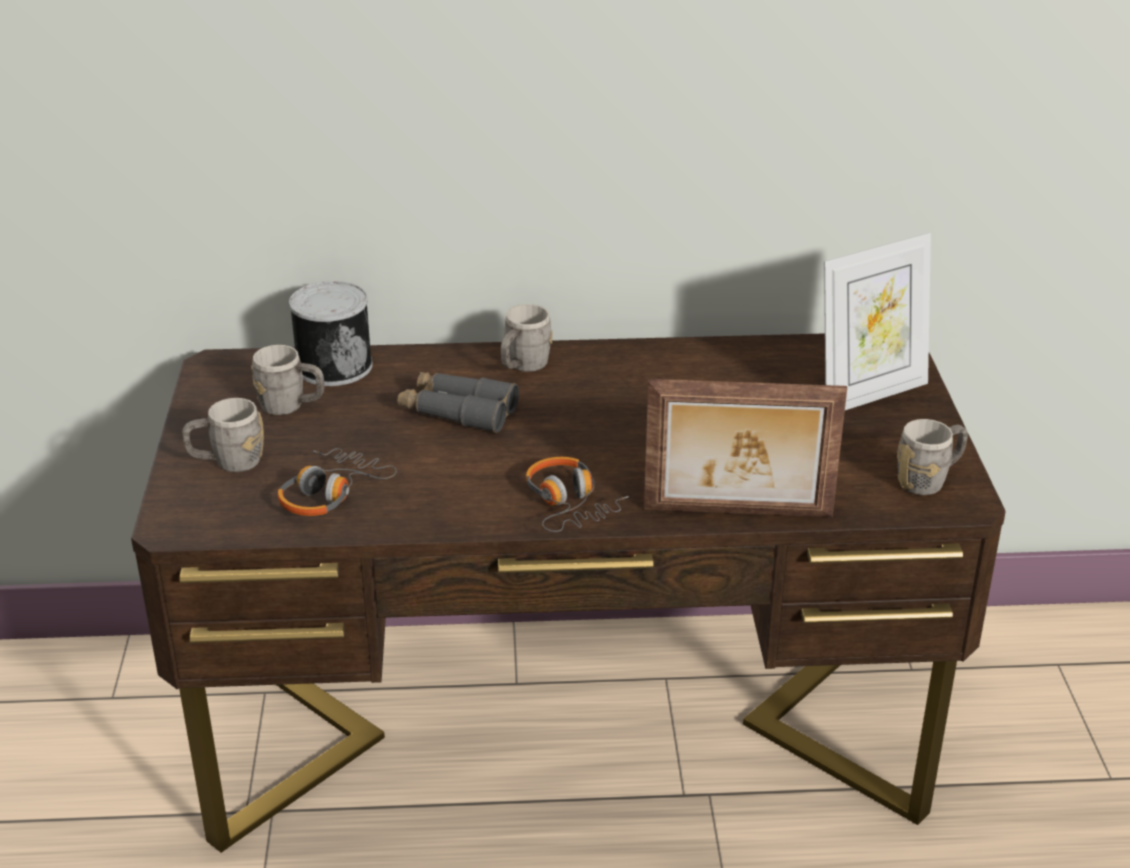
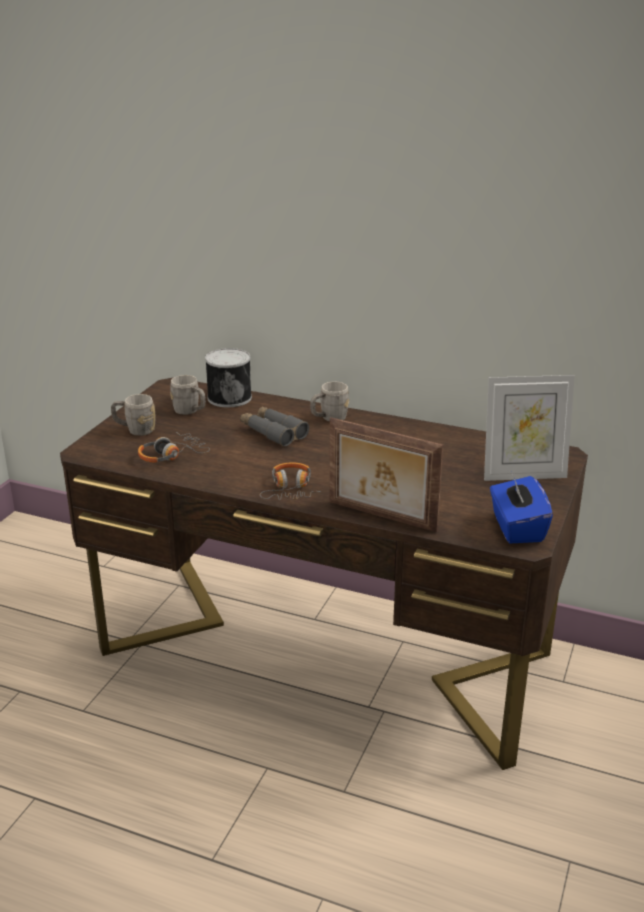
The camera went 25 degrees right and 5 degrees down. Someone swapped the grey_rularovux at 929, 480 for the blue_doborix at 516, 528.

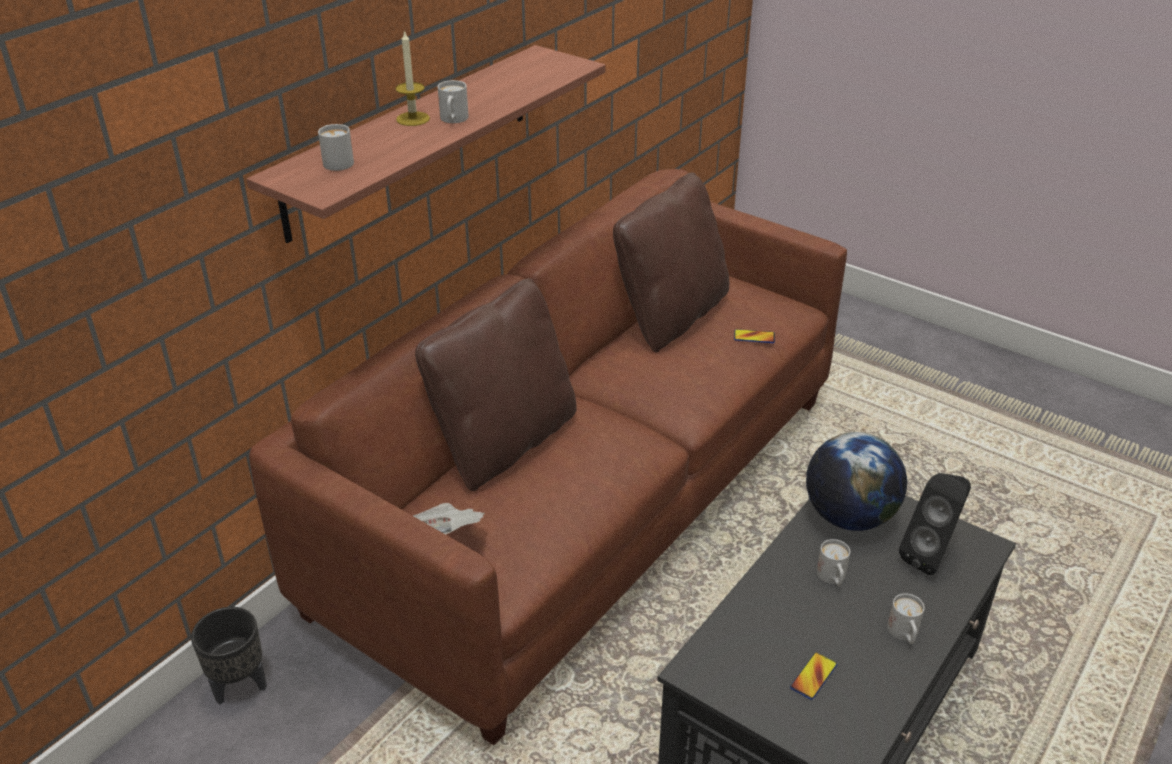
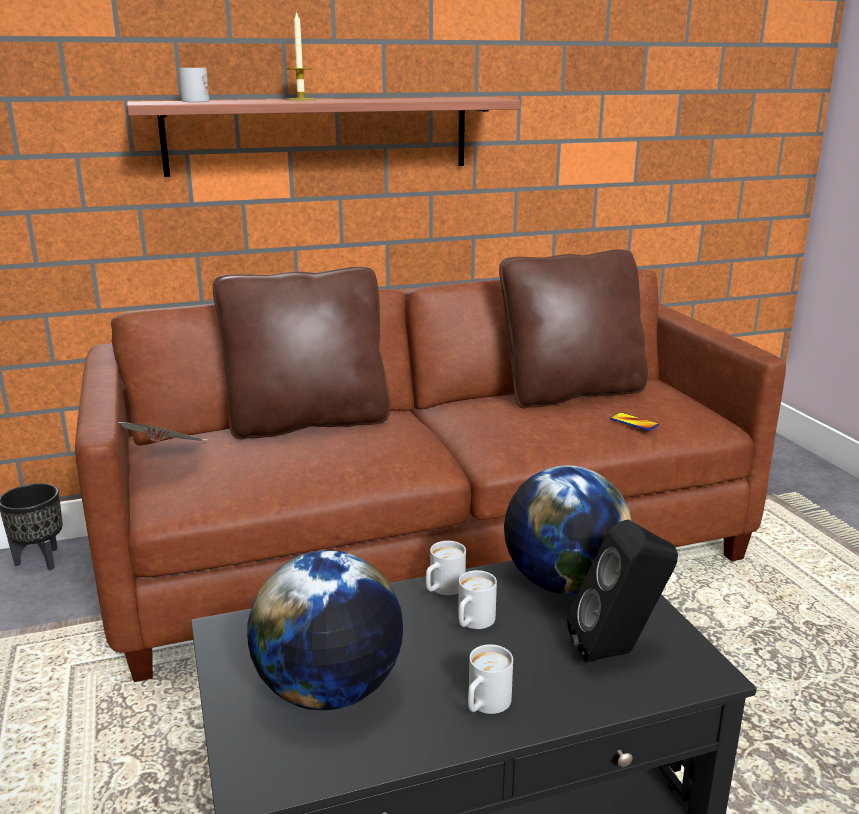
The camera went 35 degrees right and 15 degrees down. Someone carried the white_rularovux from 453, 120 to 442, 589. Someone swapped the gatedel at 813, 676 for the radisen at 329, 691.

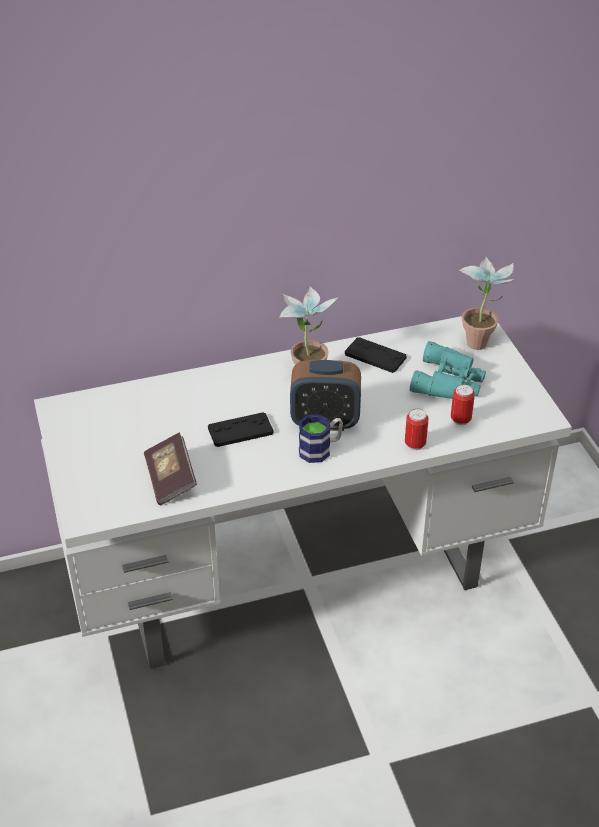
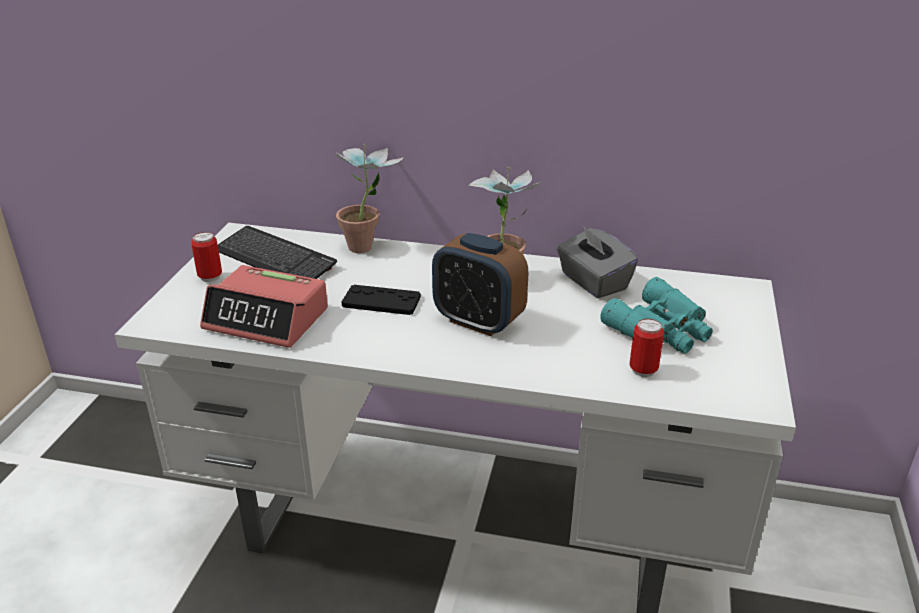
The camera went 30 degrees right and 10 degrees down. Someone swapped the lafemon at 170, 479 for the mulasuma at 267, 319. Someone took away the rularovux at 320, 449. Someone swapped the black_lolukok at 375, 356 for the grey_doborix at 593, 282. Someone carried the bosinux from 415, 444 to 210, 277. Someone carried the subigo from 481, 339 to 369, 246. Someone put down the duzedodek at 274, 259.

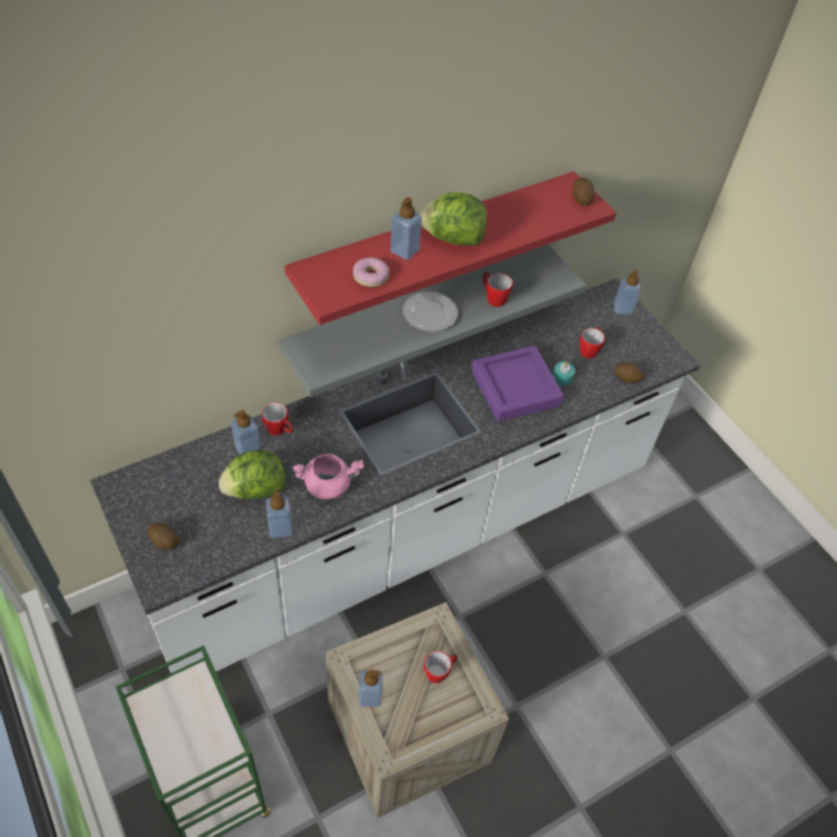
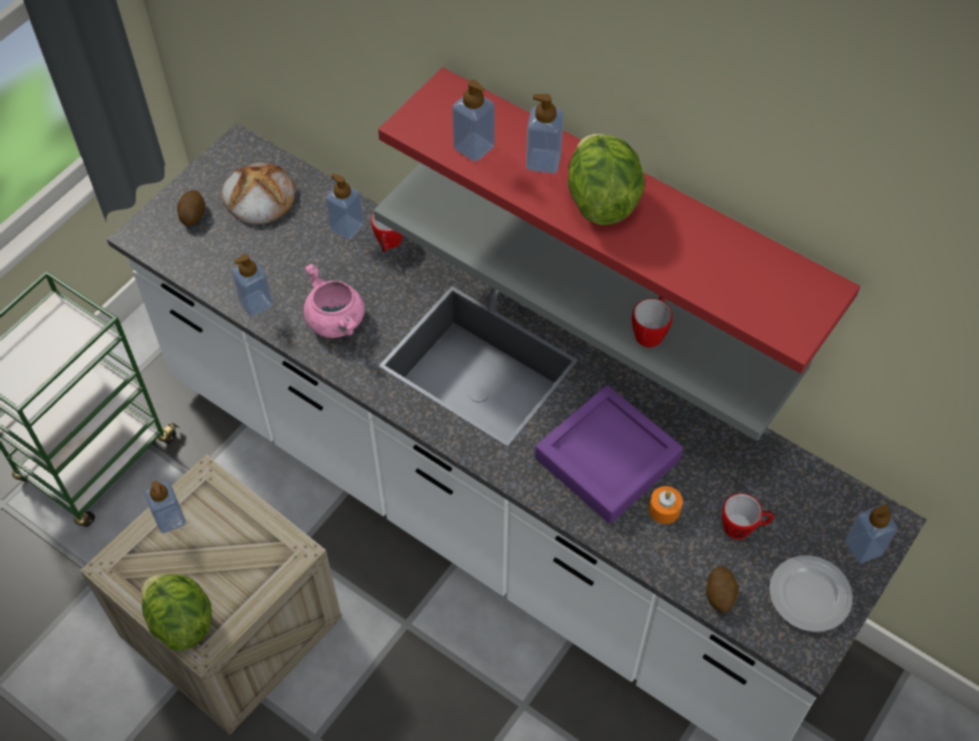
The camera went 70 degrees right and 5 degrees up. Someone carried the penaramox from 255, 489 to 180, 621. Someone swapped the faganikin at 370, 277 for the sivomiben at 474, 147. Someone carried the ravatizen from 430, 314 to 810, 595. Someone took away the rularovux at 439, 672. Someone repainted the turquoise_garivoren at 562, 378, which became the orange_garivoren at 664, 509. Someone took away the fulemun at 581, 198. Someone put down the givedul at 258, 197.

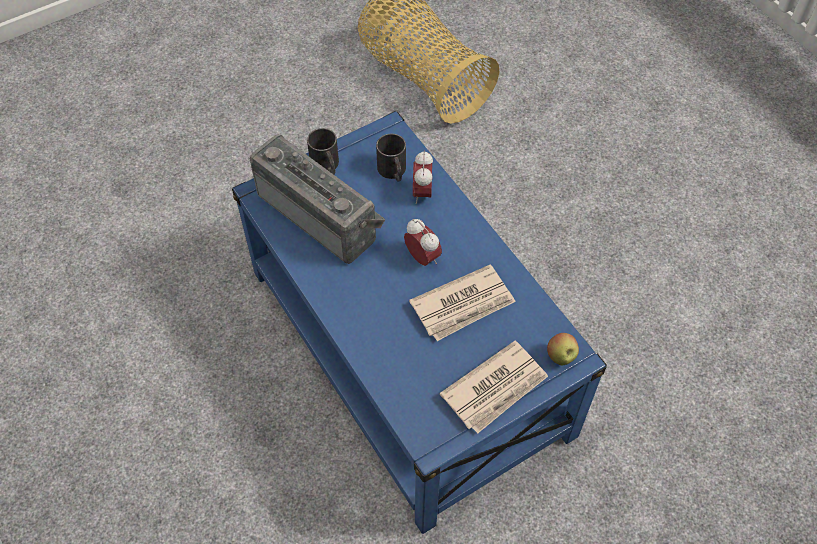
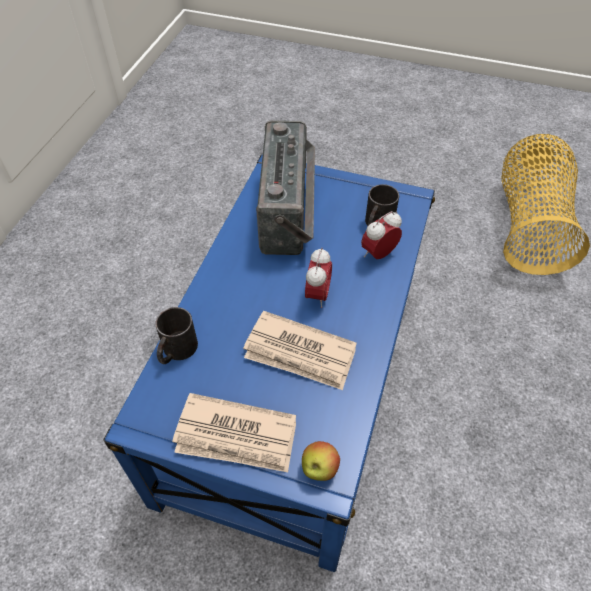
The camera went 50 degrees right and 5 degrees down. Someone carried the black_rularovux from 326, 166 to 176, 351.

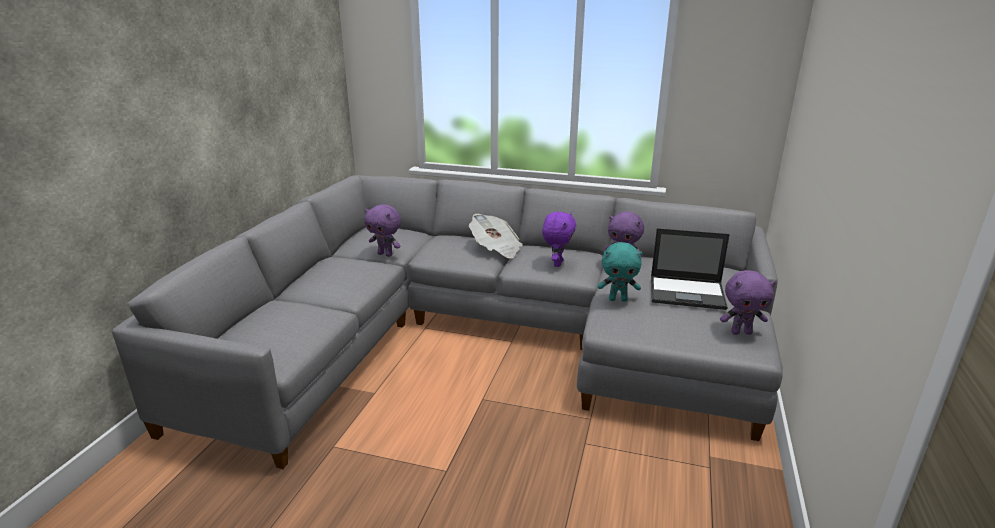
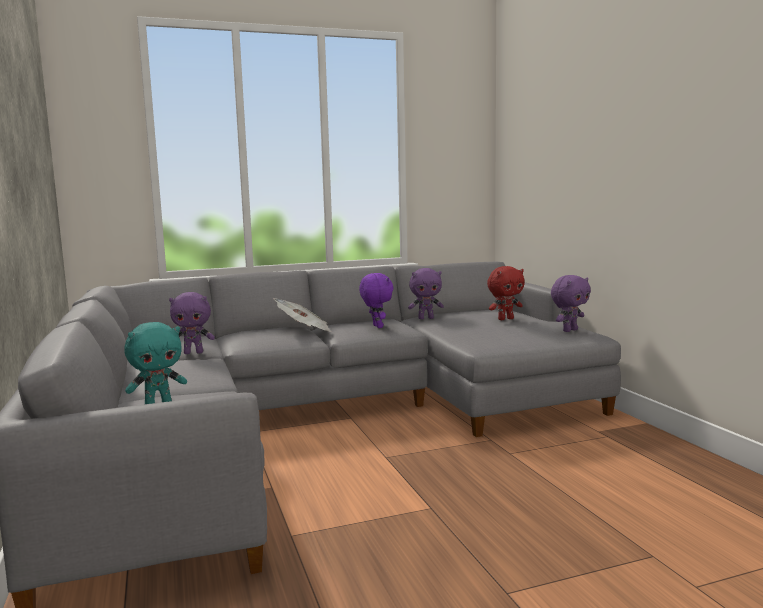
The camera went 35 degrees left and 15 degrees down. Someone carried the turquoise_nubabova from 618, 299 to 158, 404. Someone swapped the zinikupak at 688, 293 for the red_nubabova at 505, 319.

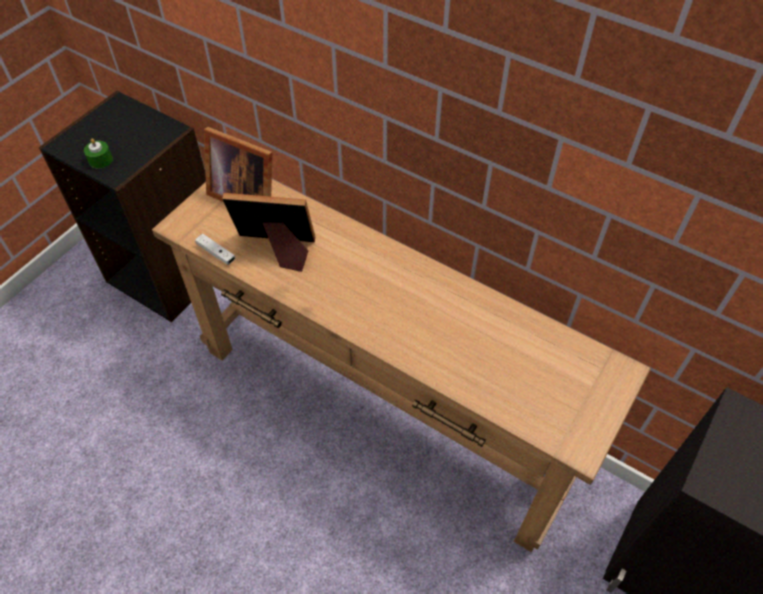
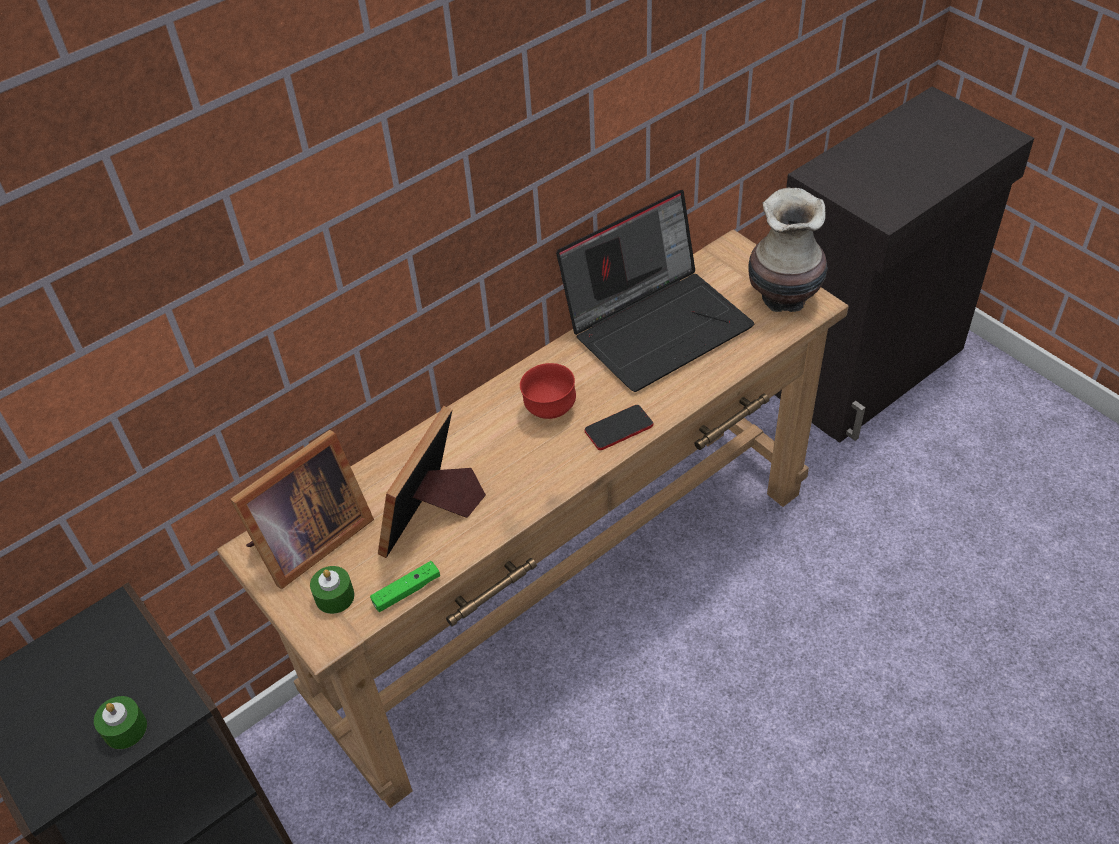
The camera went 70 degrees left and 5 degrees down. Someone repainted the white_lolukok at 216, 253, which became the green_lolukok at 406, 591. Someone put down the green_garivoren at 334, 596. Someone put down the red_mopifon at 549, 410. Someone put down the zinikupak at 657, 324. Someone put down the gatedel at 619, 428. Someone put down the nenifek at 785, 298.

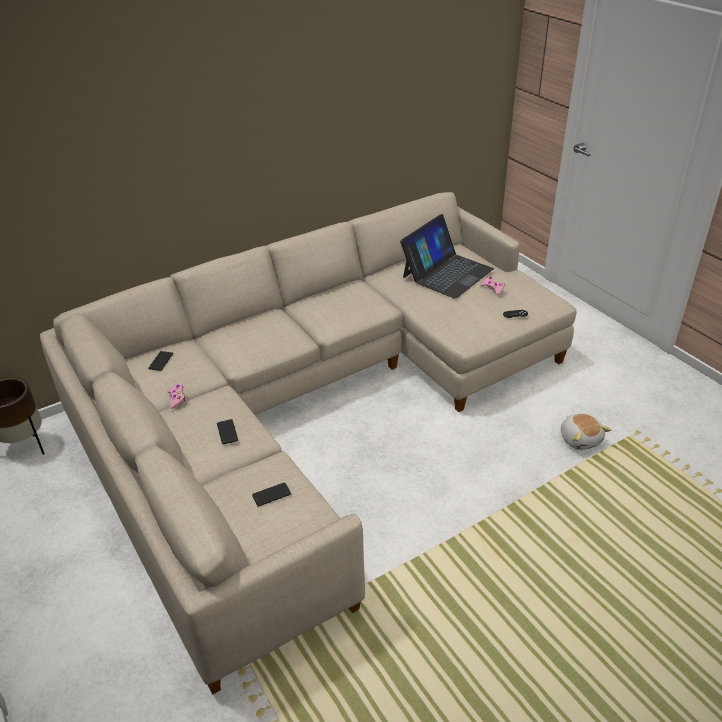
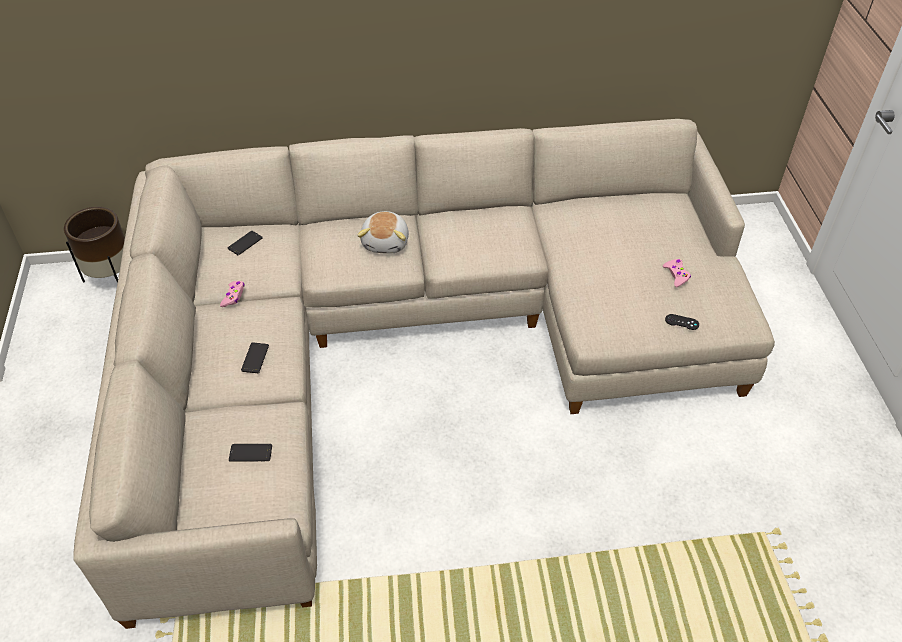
The camera went 25 degrees right and 10 degrees up. Someone took away the zinikupak at 447, 273. Someone carried the nubabova from 580, 439 to 386, 242.

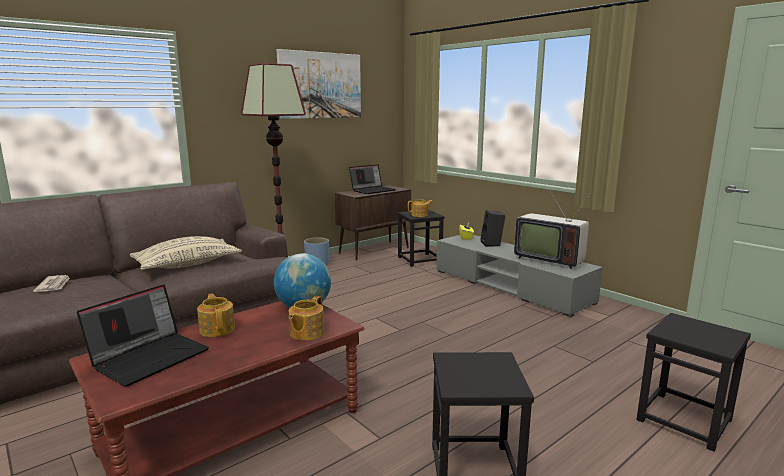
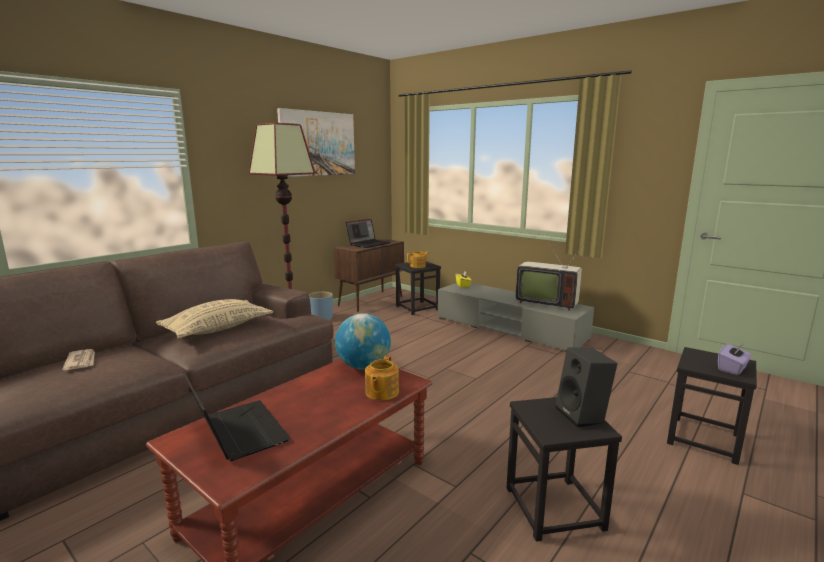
The camera went 10 degrees left and 0 degrees up. Someone rotated the zinikupak at 150, 357 by 60 degrees counterclockwise. Someone took away the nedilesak at 217, 329. Someone carried the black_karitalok from 492, 244 to 583, 416. Someone put down the purple_doborix at 732, 369.

